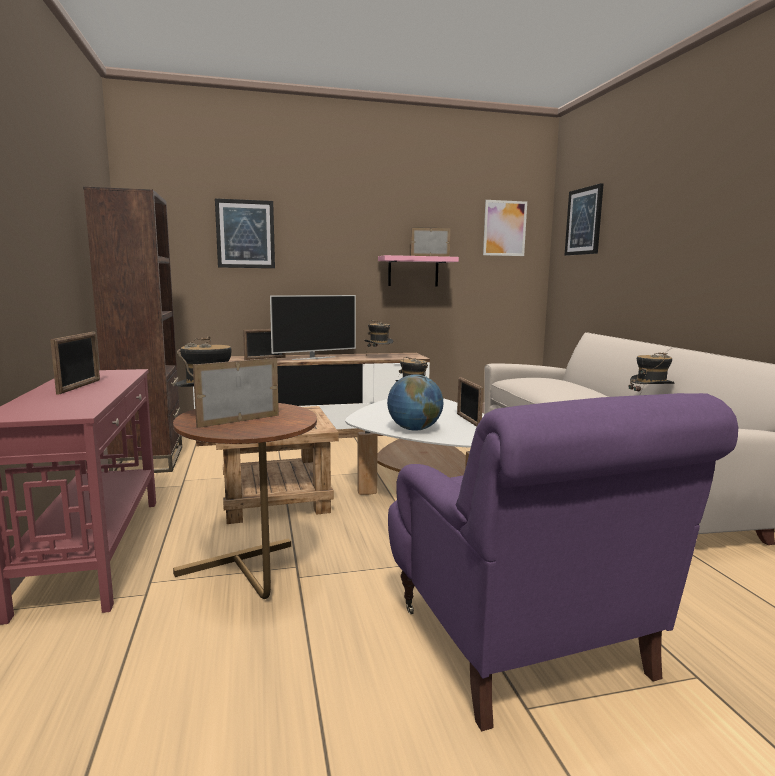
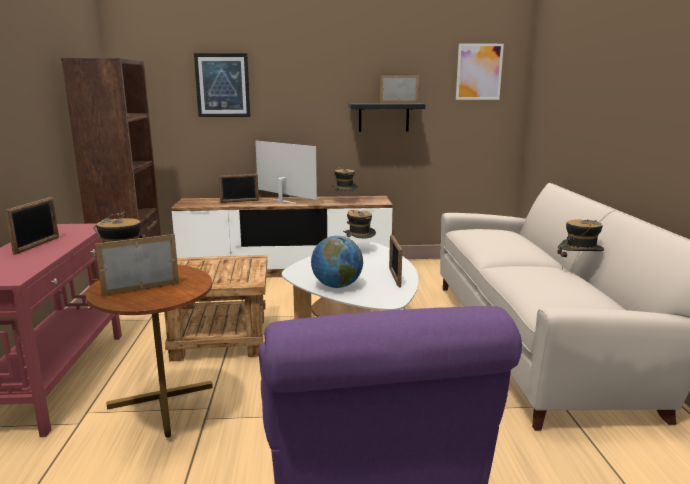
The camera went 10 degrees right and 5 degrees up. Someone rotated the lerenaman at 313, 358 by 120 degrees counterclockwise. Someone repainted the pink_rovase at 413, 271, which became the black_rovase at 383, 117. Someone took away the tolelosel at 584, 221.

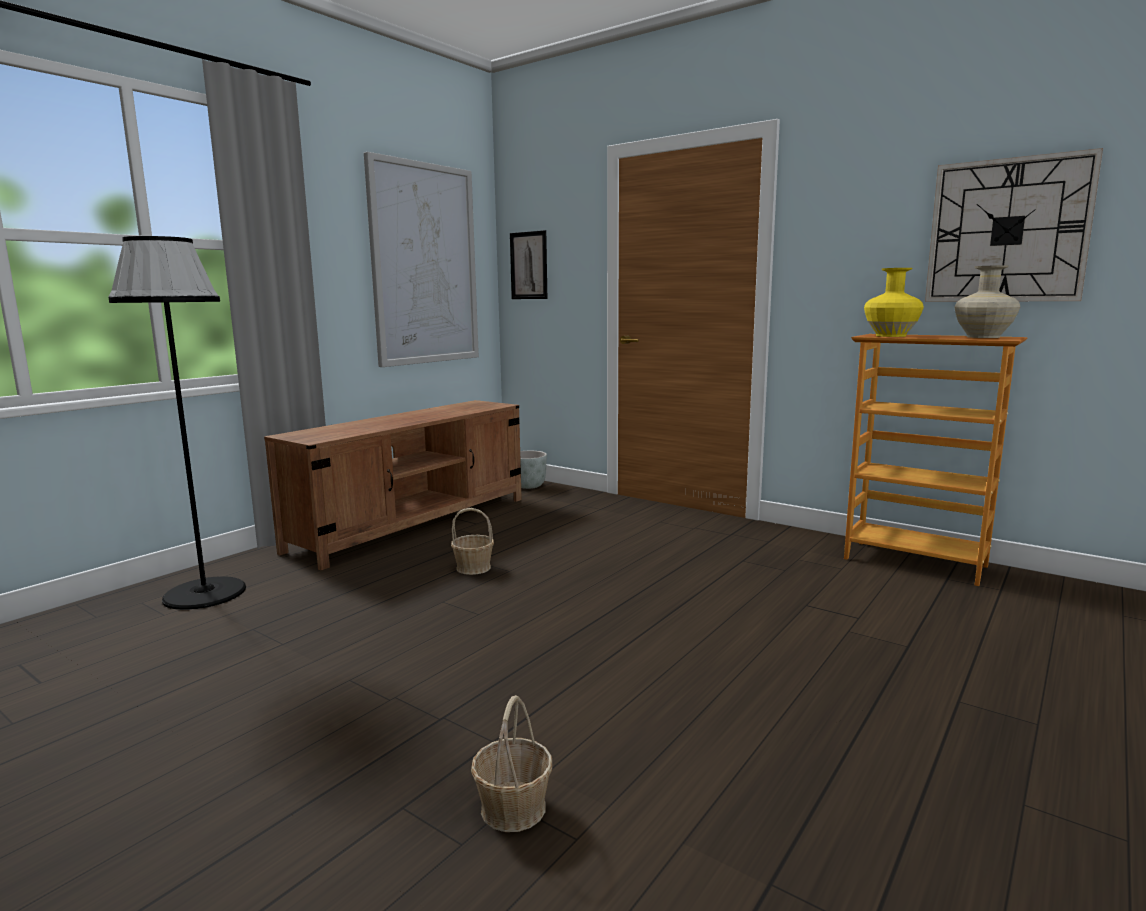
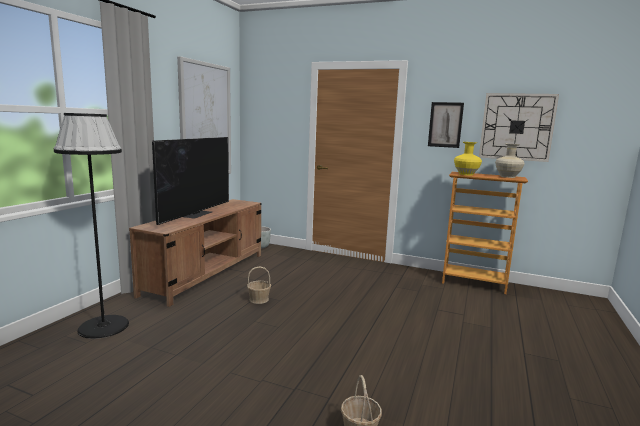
The camera went 15 degrees left and 0 degrees up. Someone carried the tolelosel from 529, 265 to 445, 125. Someone put down the lerenaman at 196, 214.

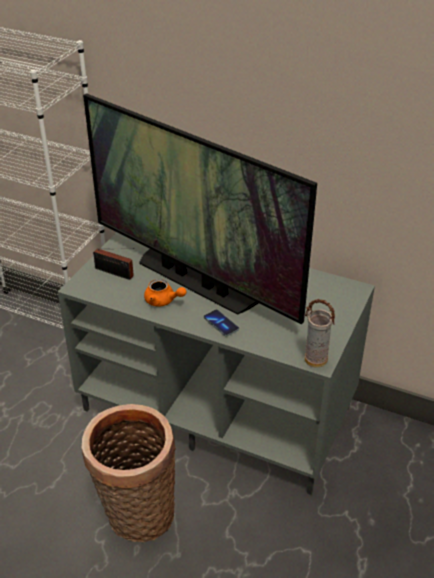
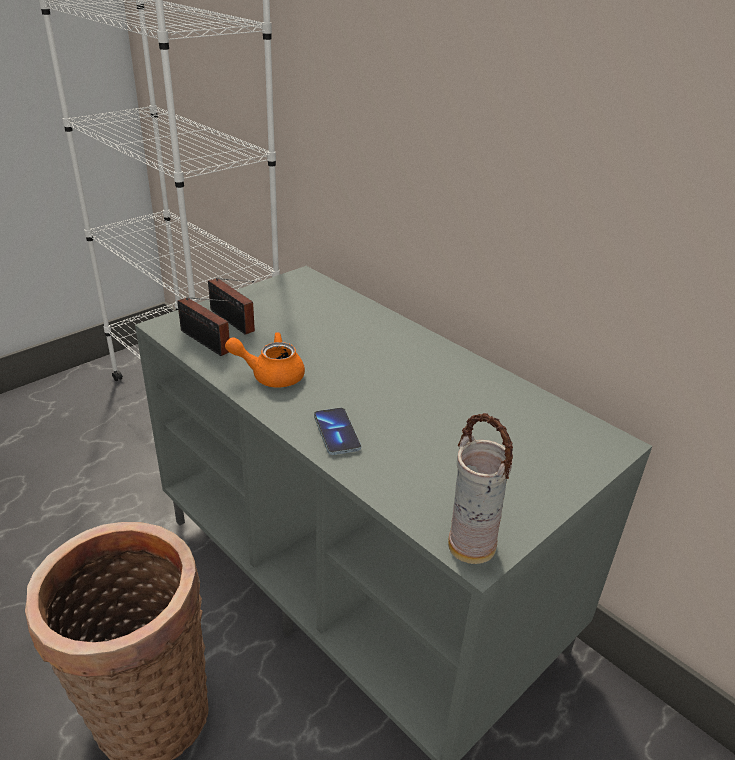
The camera went 20 degrees right and 5 degrees down. Someone took away the lerenaman at 195, 281. Someone rotated the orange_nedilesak at 163, 301 by 135 degrees clockwise. Someone put down the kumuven at 207, 343.

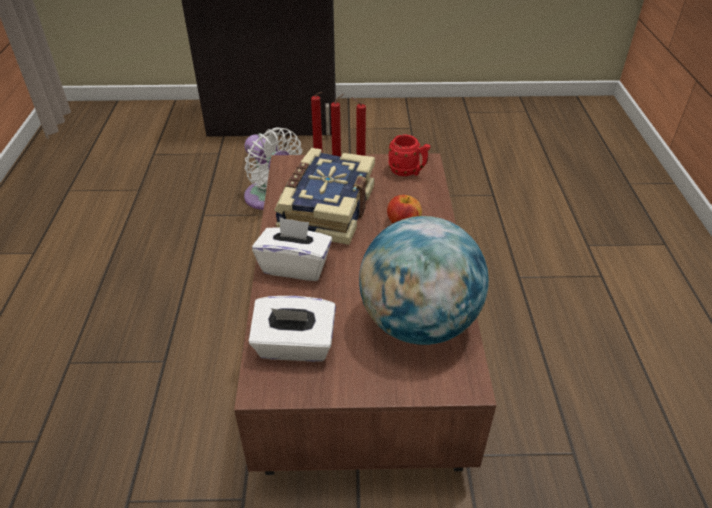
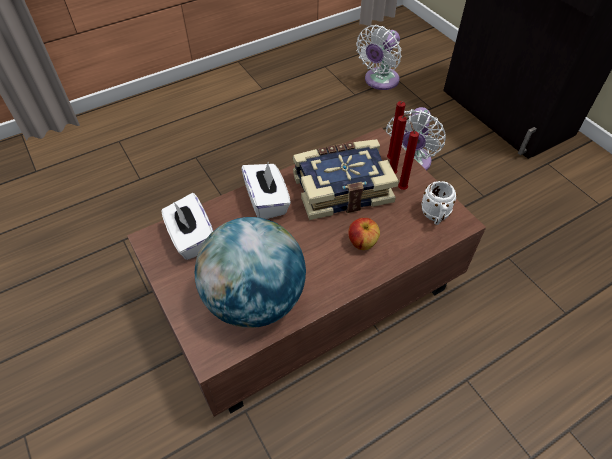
The camera went 60 degrees right and 10 degrees up. Someone repainted the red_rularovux at 408, 172, which became the white_rularovux at 435, 216. Someone put down the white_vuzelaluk at 379, 81.

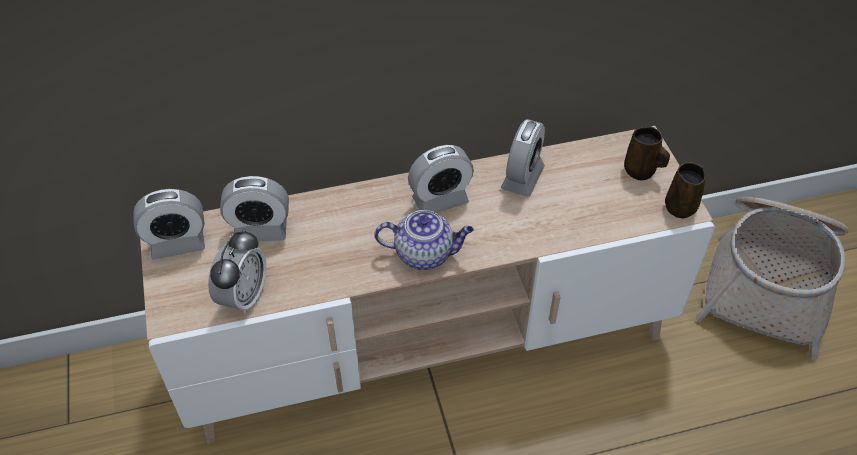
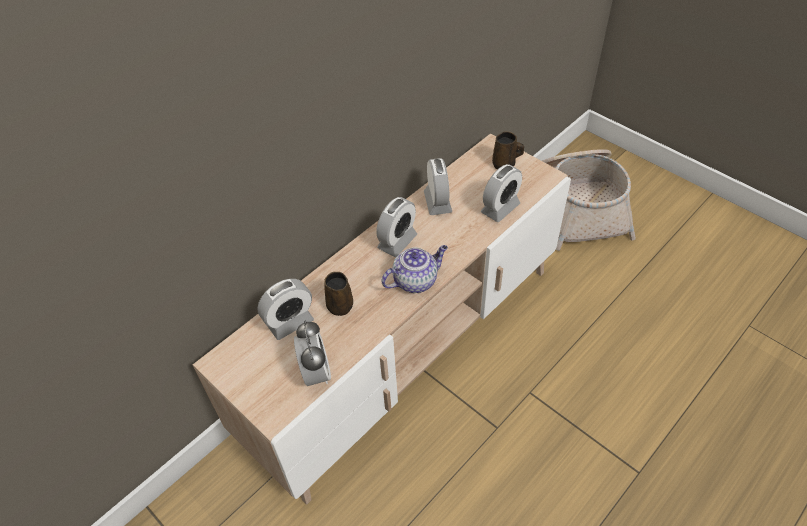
The camera went 30 degrees left and 0 degrees up. Someone carried the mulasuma from 177, 244 to 500, 208. Someone carried the brown_rularovux from 680, 206 to 339, 305.

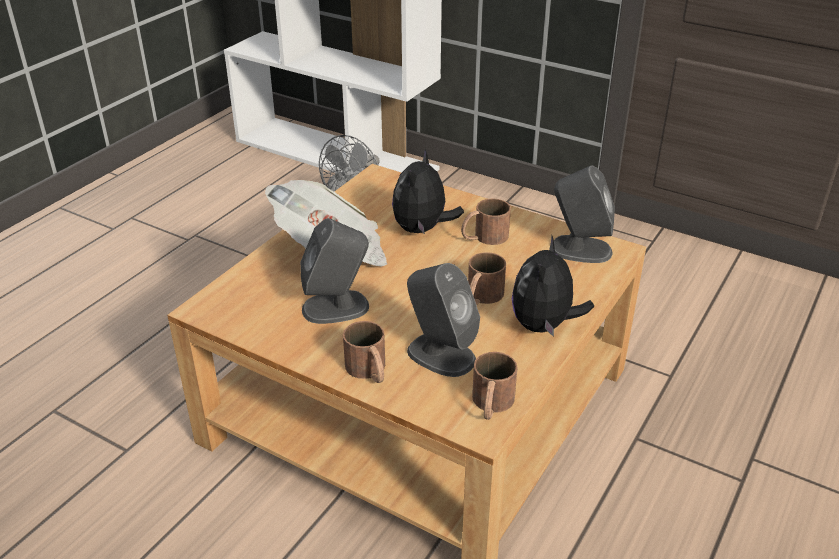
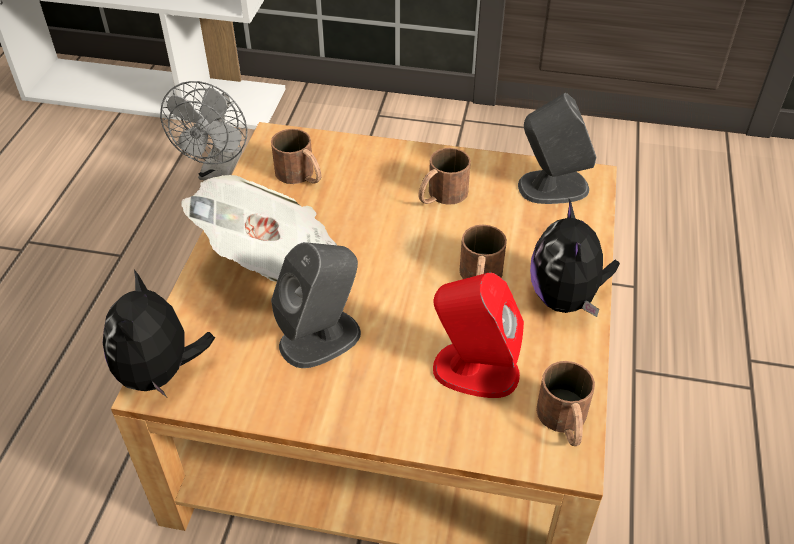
The camera went 20 degrees left and 10 degrees up. Someone carried the brown_rularovux from 369, 371 to 301, 176. Someone carried the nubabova from 422, 229 to 161, 373. Someone repainted the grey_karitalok at 440, 354, which became the red_karitalok at 474, 370.

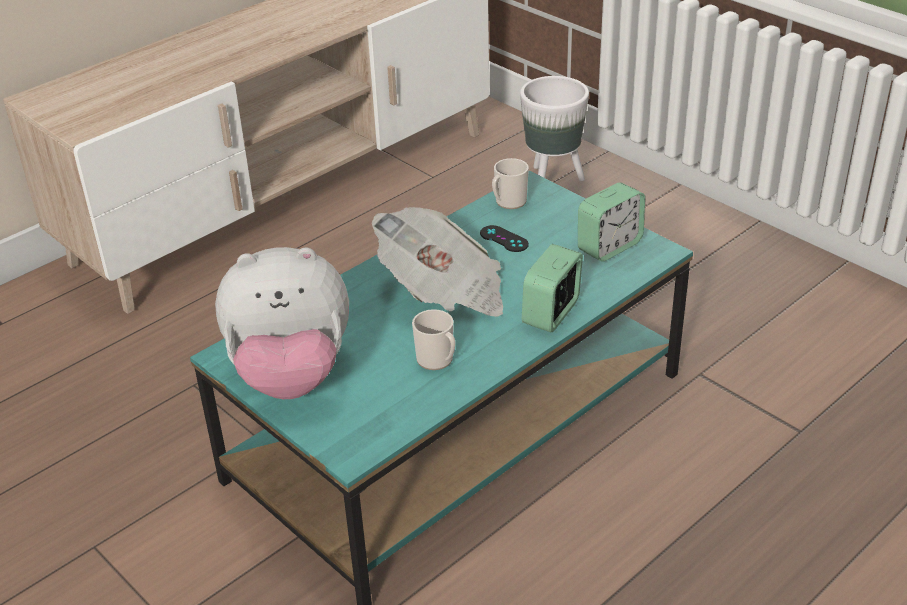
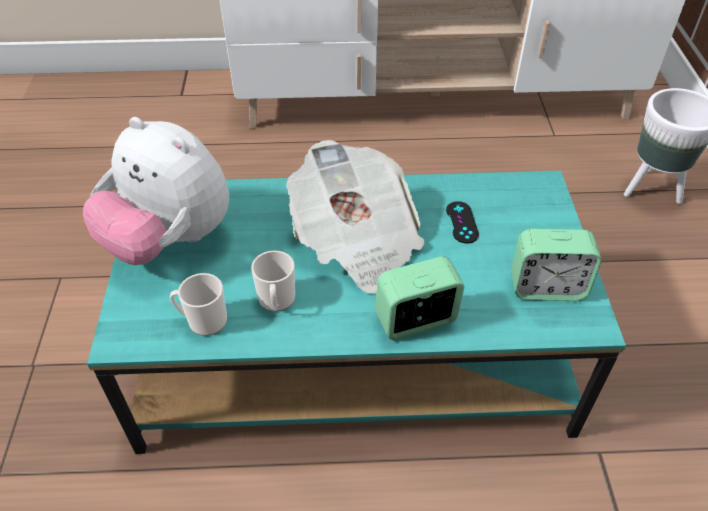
The camera went 40 degrees right and 10 degrees up. Someone carried the rularovux from 508, 202 to 203, 320.

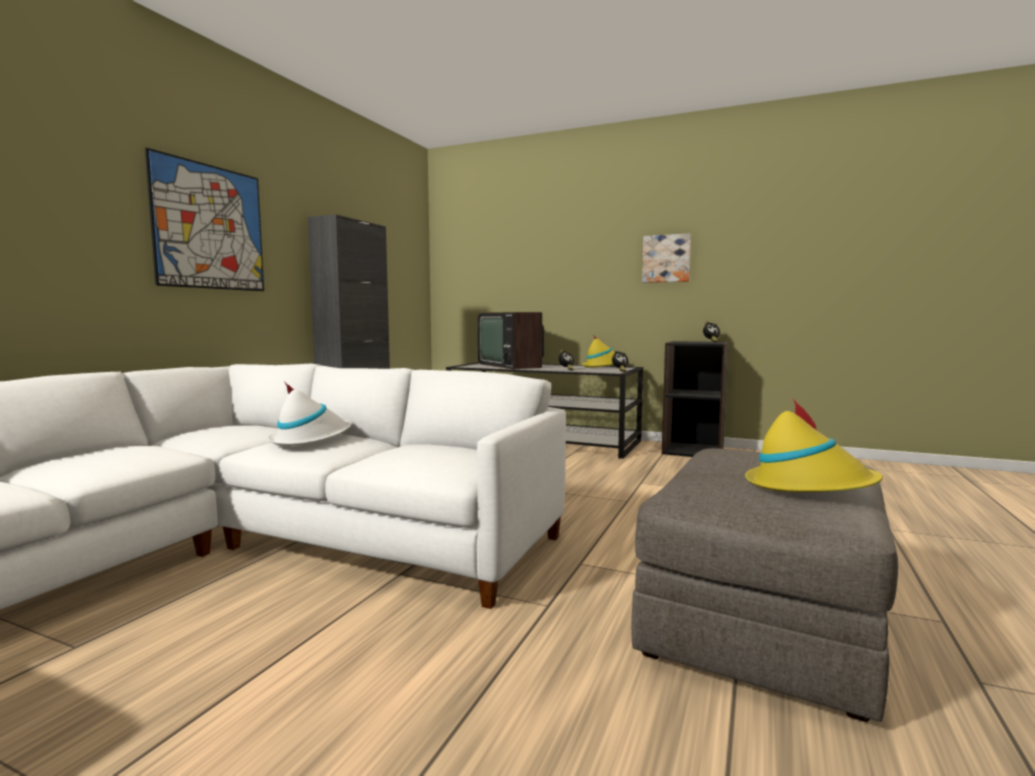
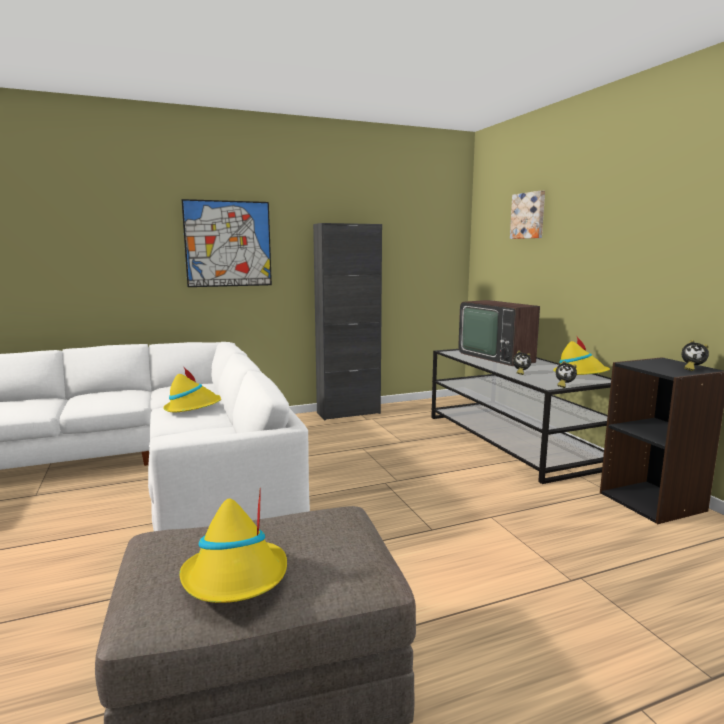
The camera went 45 degrees right and 5 degrees up. Someone repainted the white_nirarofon at 310, 438, which became the yellow_nirarofon at 193, 407. Someone rotated the lerenaman at 512, 365 by 45 degrees counterclockwise. Someone carried the tolelosel from 666, 258 to 528, 215.

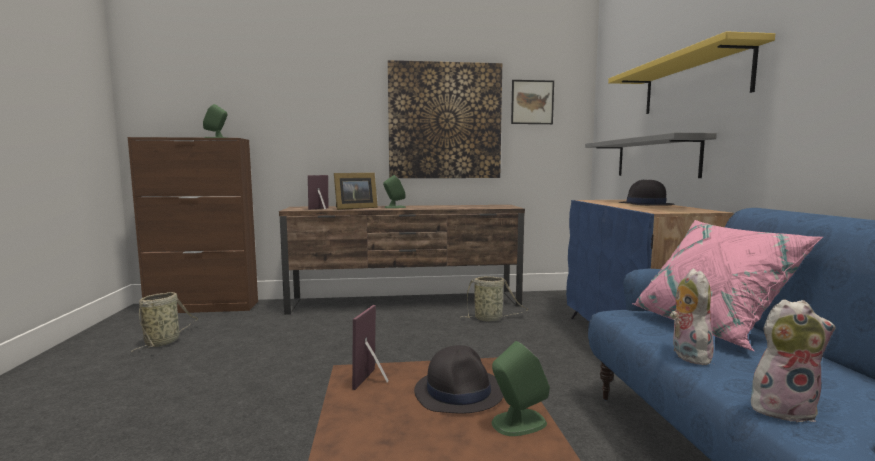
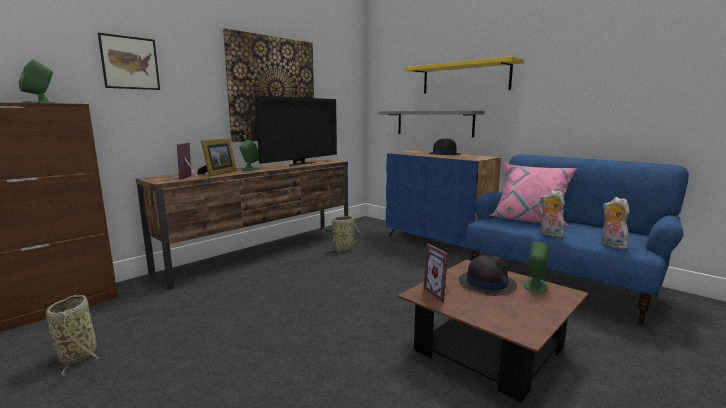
The camera went 40 degrees left and 5 degrees up. Someone carried the tolelosel from 532, 102 to 130, 63. Someone rotated the nubabova at 782, 408 by 75 degrees counterclockwise. Someone put down the lerenaman at 300, 164.

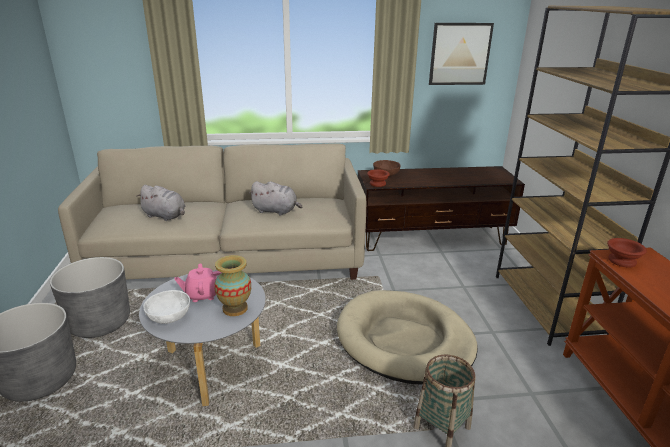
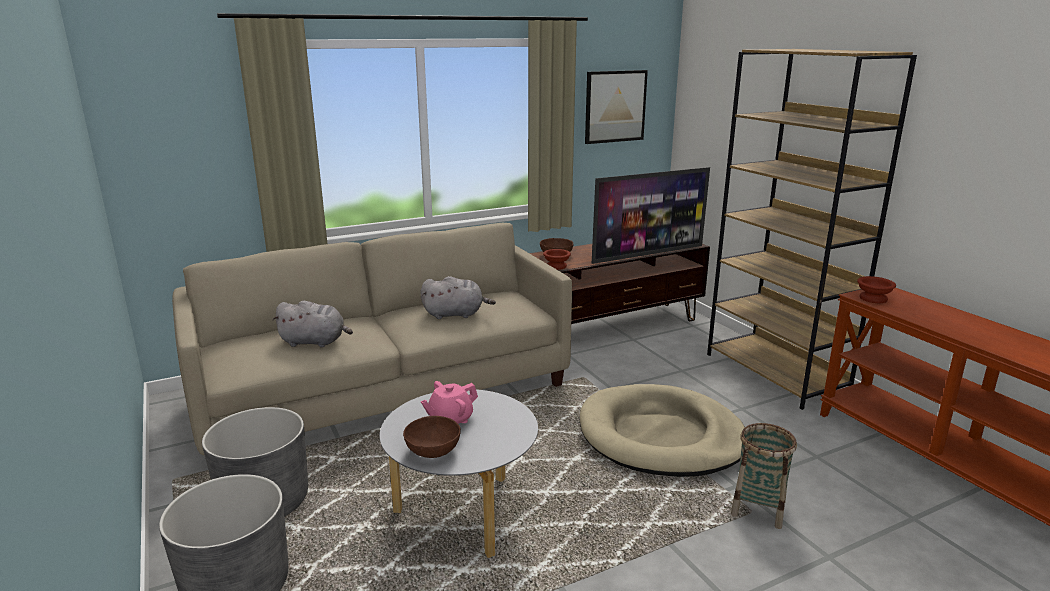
The camera went 20 degrees left and 5 degrees down. Someone repainted the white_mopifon at 169, 317, which became the brown_mopifon at 432, 450. Someone took away the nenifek at 235, 308. Someone put down the lerenaman at 647, 254.

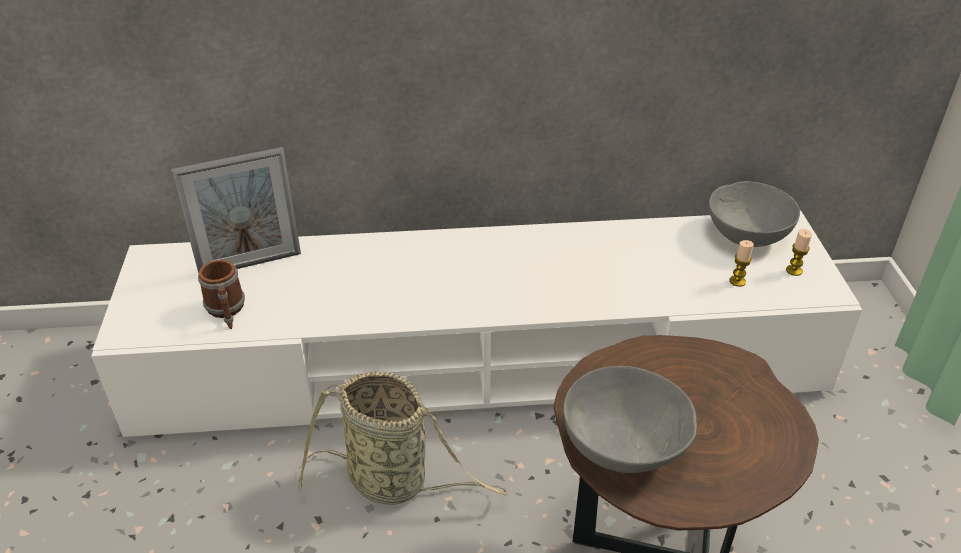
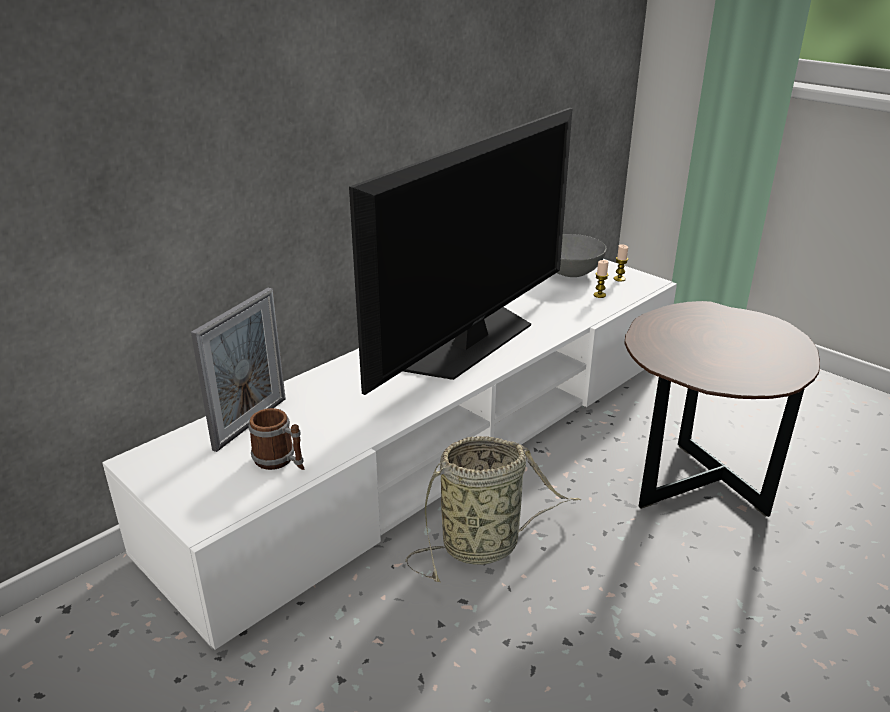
The camera went 40 degrees left and 10 degrees down. Someone took away the grey_mopifon at 624, 446. Someone put down the lerenaman at 470, 342.

